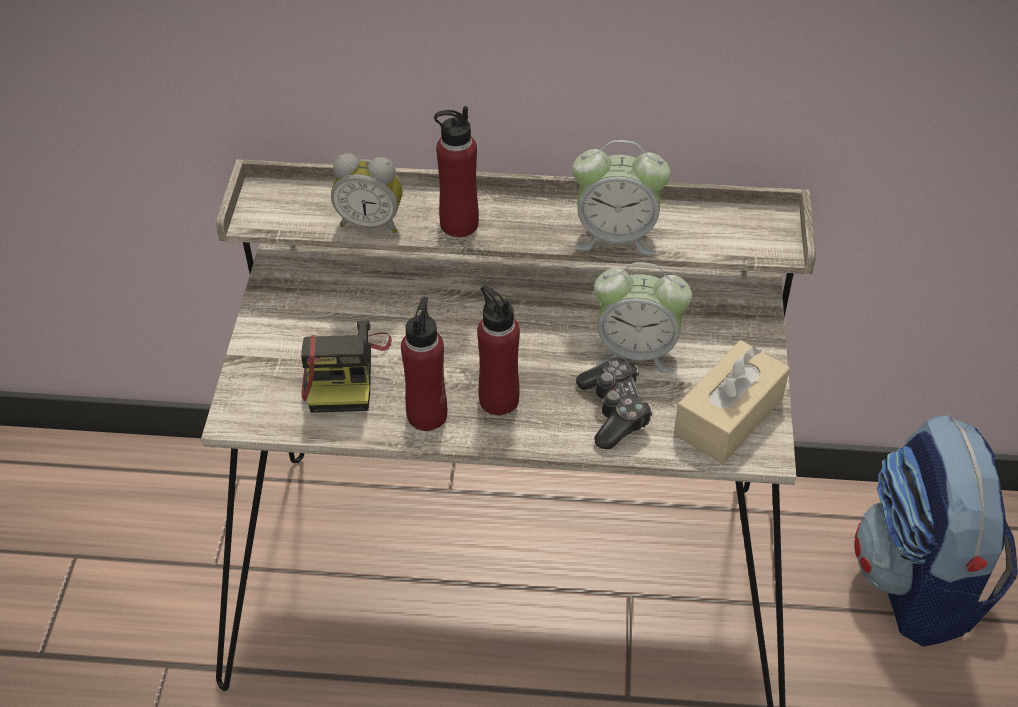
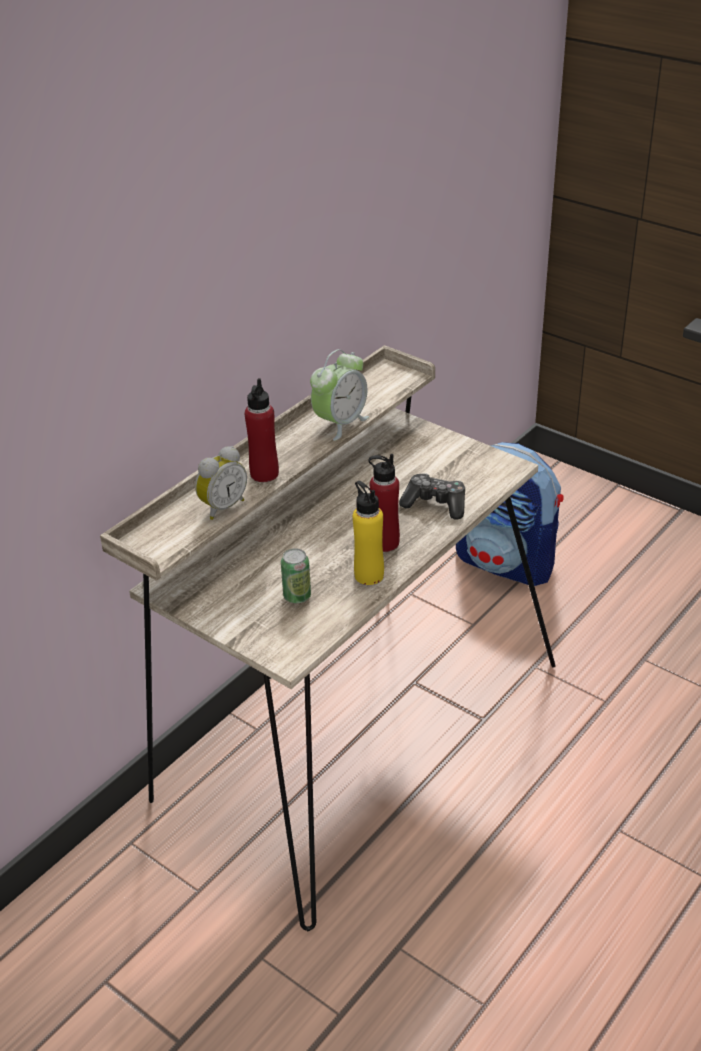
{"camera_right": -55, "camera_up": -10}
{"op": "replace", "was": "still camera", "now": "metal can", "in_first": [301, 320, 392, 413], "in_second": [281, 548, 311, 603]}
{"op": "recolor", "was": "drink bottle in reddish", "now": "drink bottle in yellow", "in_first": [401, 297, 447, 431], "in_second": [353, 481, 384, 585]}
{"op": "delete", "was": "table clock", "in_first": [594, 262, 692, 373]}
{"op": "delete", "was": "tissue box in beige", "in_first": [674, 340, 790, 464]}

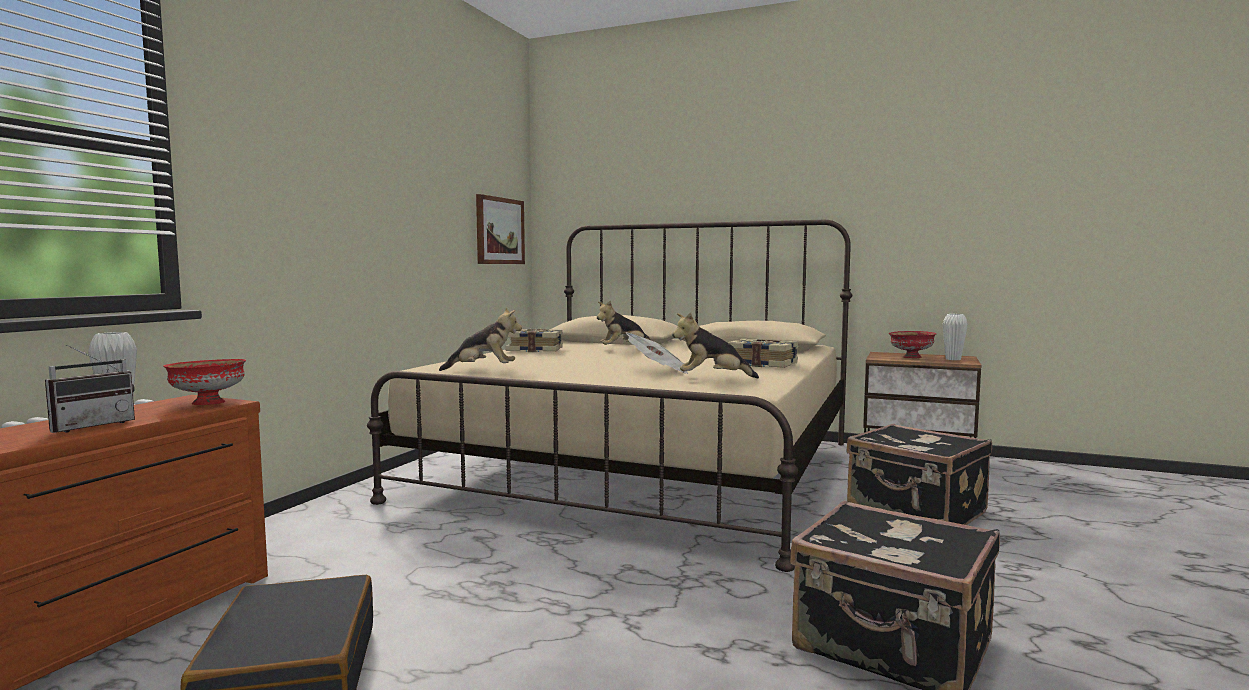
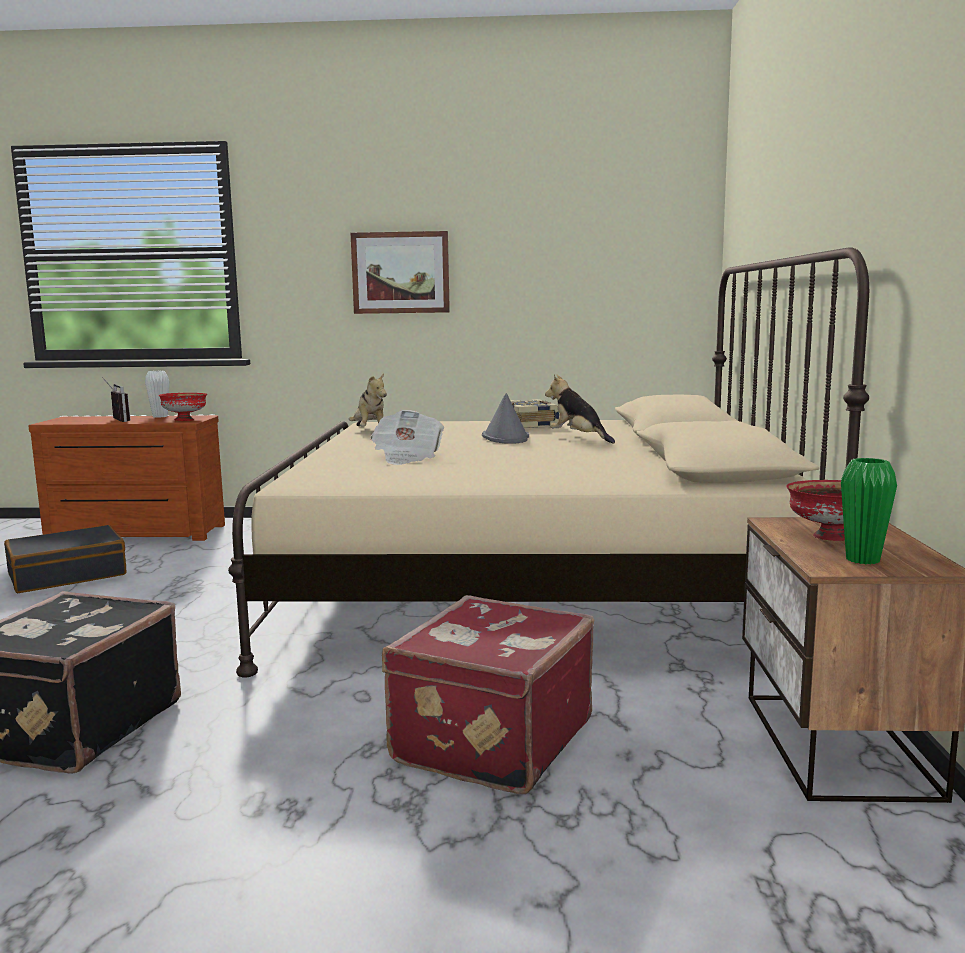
{"camera_right": 70, "camera_up": 5}
{"op": "rotate", "was": "radio set", "in_first": [45, 345, 135, 433], "in_second": [102, 377, 130, 422], "clockwise": -135}
{"op": "move", "was": "wall art", "in_first": [476, 194, 525, 264], "in_second": [351, 231, 450, 314]}
{"op": "delete", "was": "soft toy", "in_first": [672, 312, 759, 378]}
{"op": "delete", "was": "bound book", "in_first": [728, 339, 798, 368]}
{"op": "recolor", "was": "travel case in black-coloured", "now": "travel case in reddish", "in_first": [846, 423, 992, 525], "in_second": [382, 595, 594, 795]}
{"op": "recolor", "was": "vase in white-coloured", "now": "vase in greenish", "in_first": [943, 314, 968, 360], "in_second": [841, 458, 897, 564]}
{"op": "insert", "now": "clothing hat in gray", "in_second": [482, 393, 529, 444]}

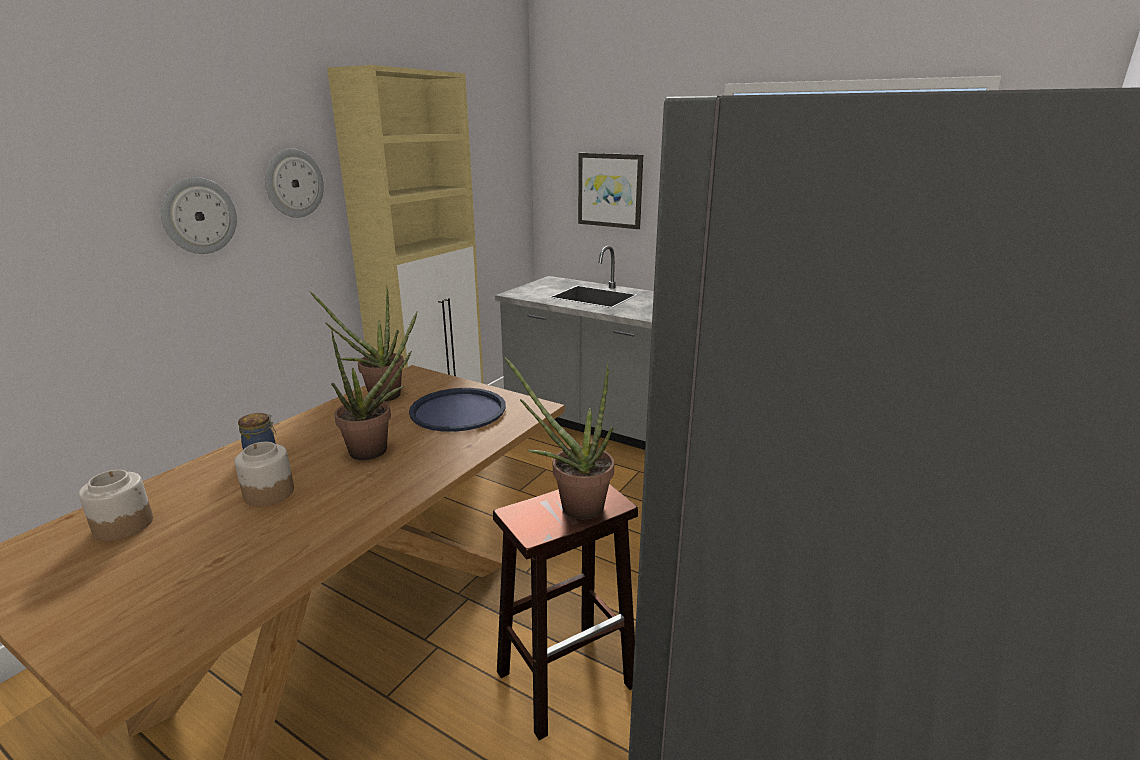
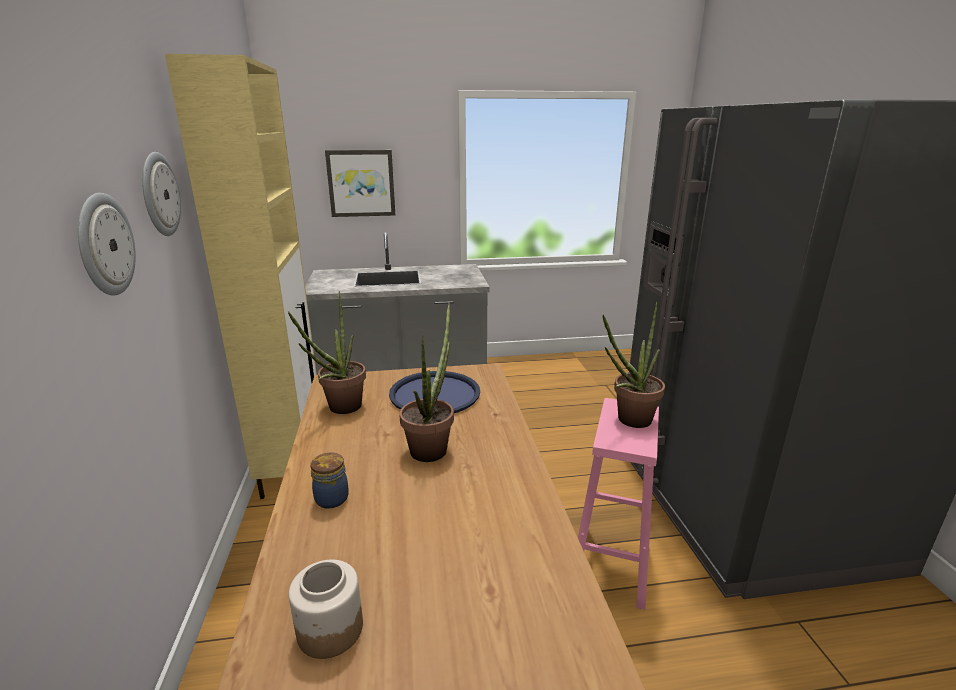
{"camera_right": -40, "camera_up": 0}
{"op": "delete", "was": "storage jar", "in_first": [234, 442, 294, 506]}
{"op": "recolor", "was": "stool in brown-coloured", "now": "stool in pinkish", "in_first": [493, 484, 638, 740], "in_second": [578, 398, 659, 610]}

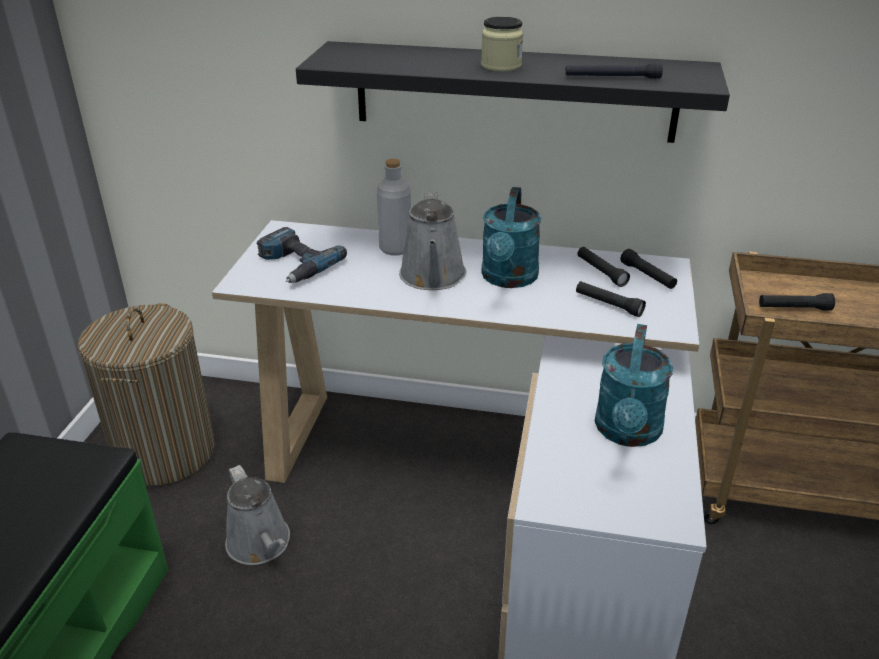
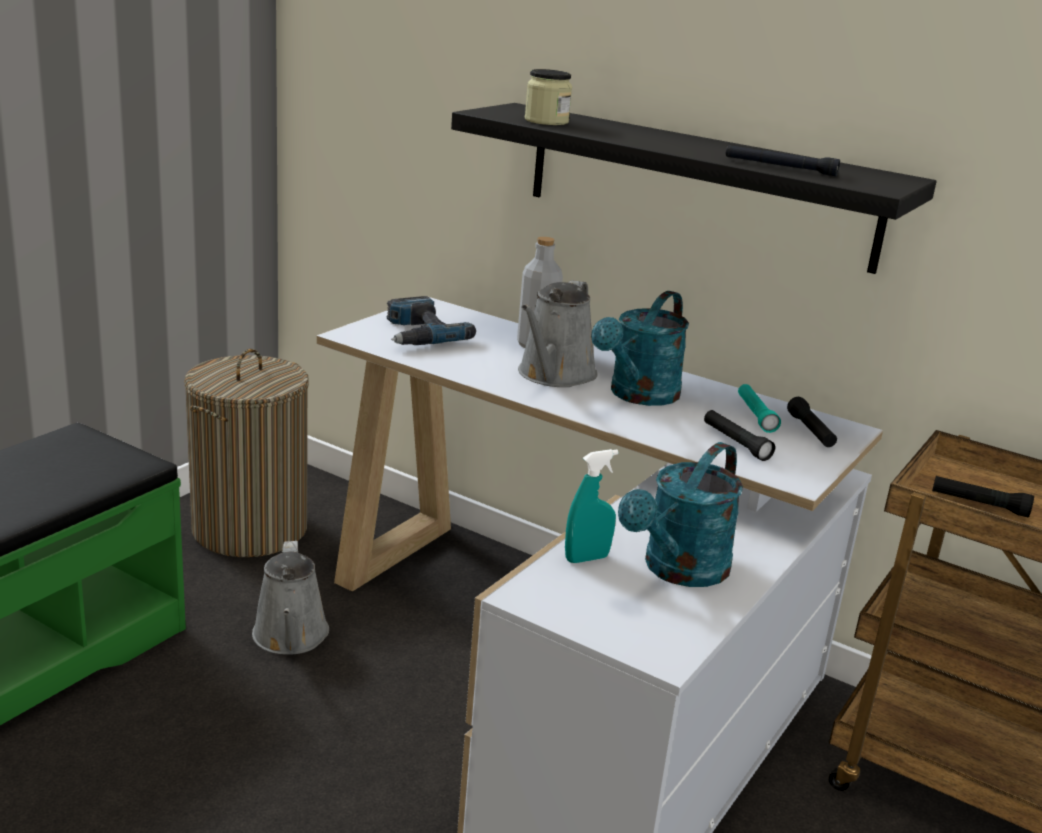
{"camera_right": 20, "camera_up": -10}
{"op": "move", "was": "storage jar", "in_first": [481, 17, 523, 71], "in_second": [525, 69, 572, 125]}
{"op": "recolor", "was": "flashlight in black-coloured", "now": "flashlight in turquoise", "in_first": [577, 247, 630, 287], "in_second": [738, 384, 781, 433]}
{"op": "insert", "now": "spray bottle in turquoise", "in_second": [565, 449, 619, 563]}

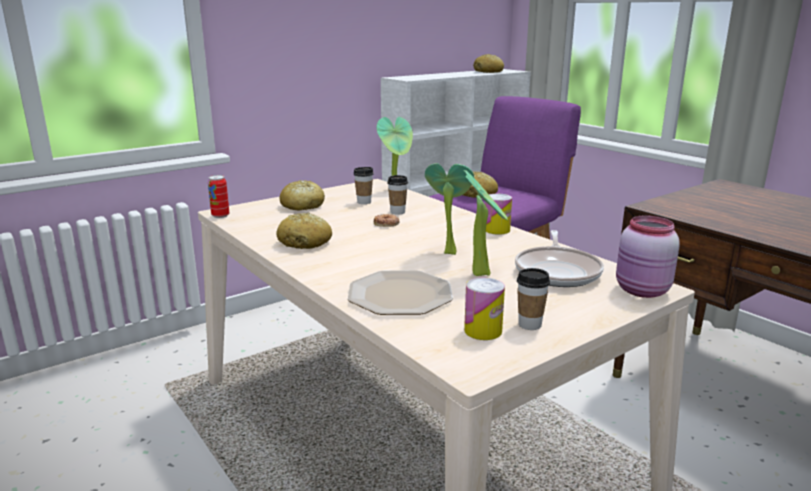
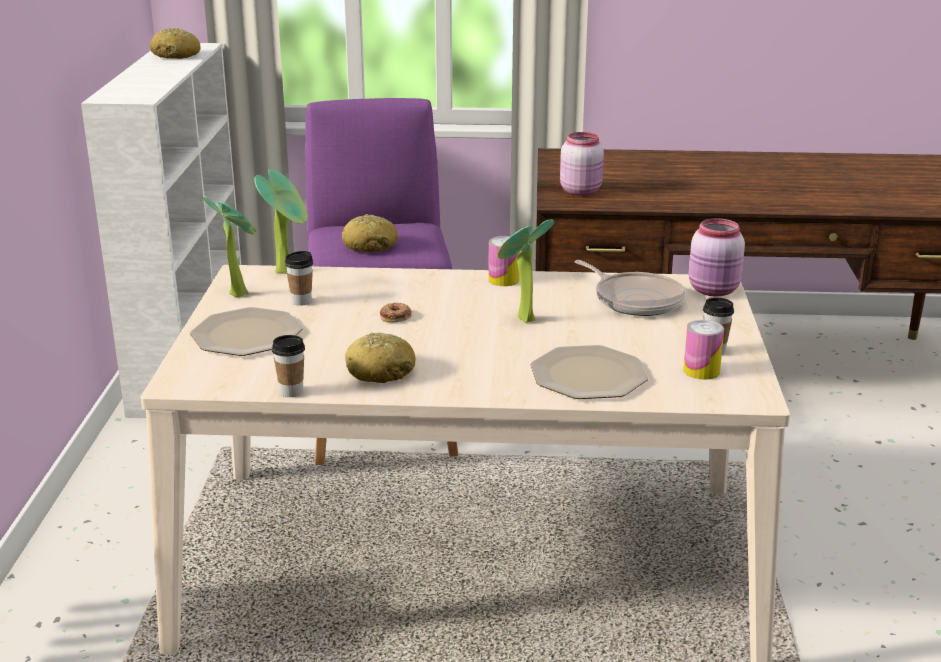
{"camera_right": -50, "camera_up": 5}
{"op": "delete", "was": "metal can", "in_first": [208, 175, 229, 218]}
{"op": "replace", "was": "baked bread", "now": "flat dish", "in_first": [280, 180, 325, 211], "in_second": [190, 307, 303, 356]}
{"op": "move", "was": "drinking cup", "in_first": [387, 175, 408, 215], "in_second": [272, 335, 305, 397]}
{"op": "move", "was": "potted plant", "in_first": [464, 170, 508, 276], "in_second": [203, 196, 257, 298]}
{"op": "insert", "now": "storage jar in pinkish", "in_second": [560, 132, 604, 196]}

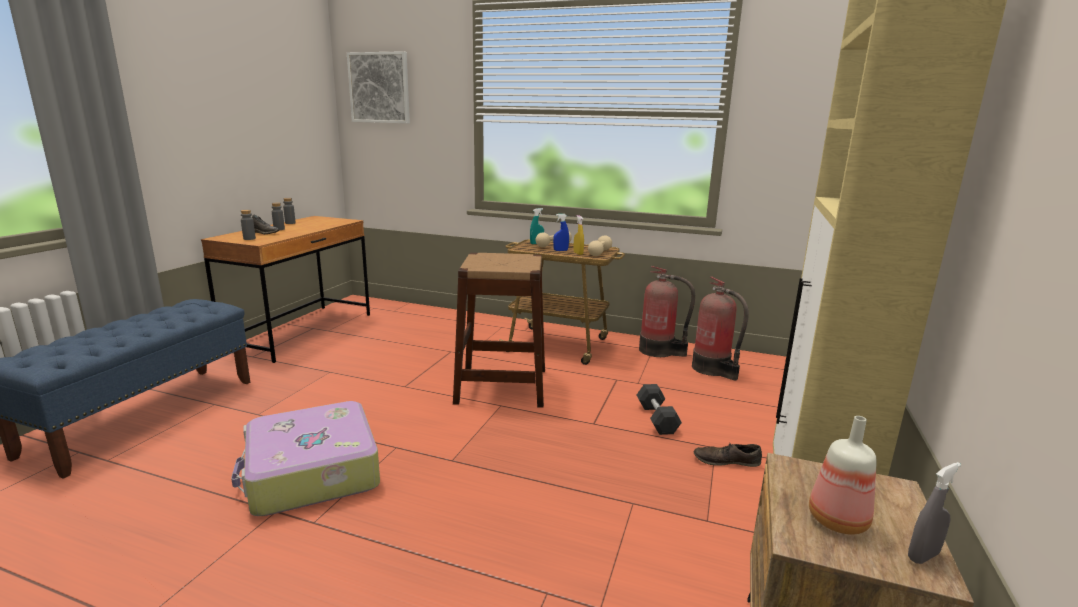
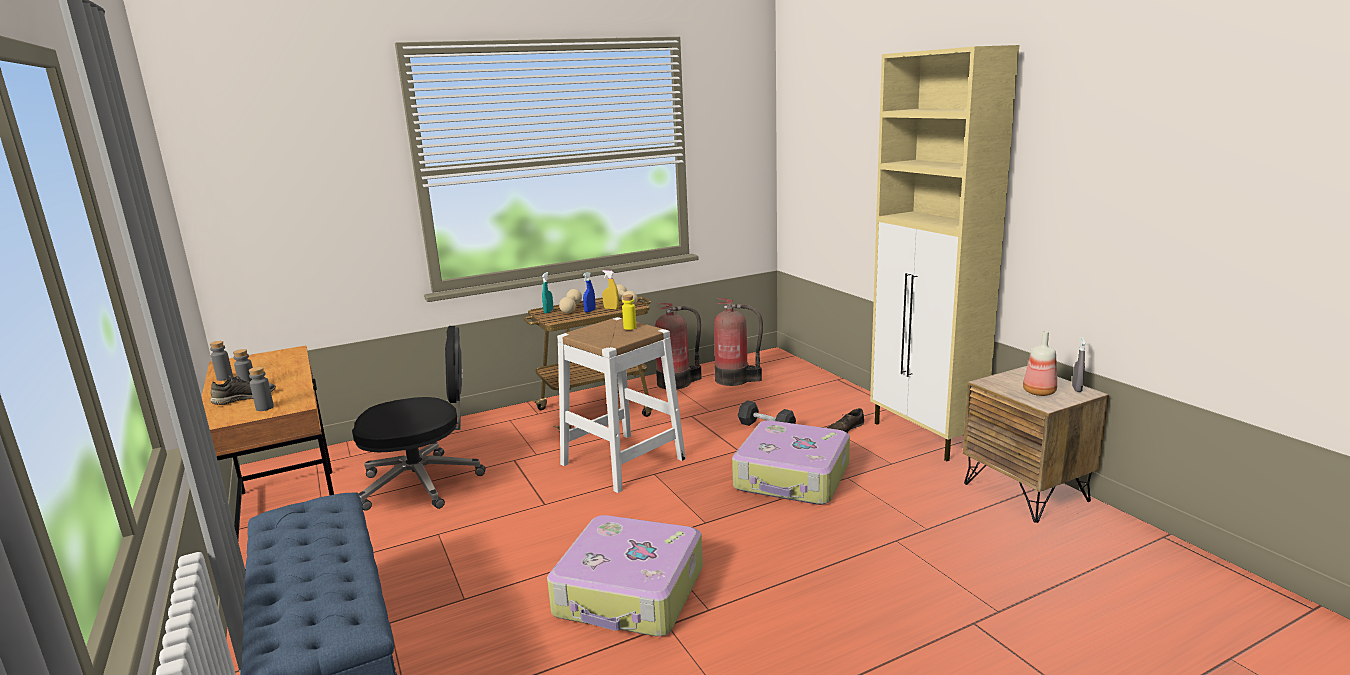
{"camera_right": -45, "camera_up": 0}
{"op": "delete", "was": "wall art", "in_first": [347, 51, 410, 124]}
{"op": "recolor", "was": "stool in brown-coloured", "now": "stool in white-coloured", "in_first": [453, 253, 545, 408], "in_second": [557, 317, 686, 493]}
{"op": "insert", "now": "office chair in black-coloured", "in_second": [352, 326, 486, 511]}
{"op": "insert", "now": "drink bottle in yellow", "in_second": [622, 295, 636, 330]}
{"op": "insert", "now": "travel case", "in_second": [732, 420, 850, 505]}

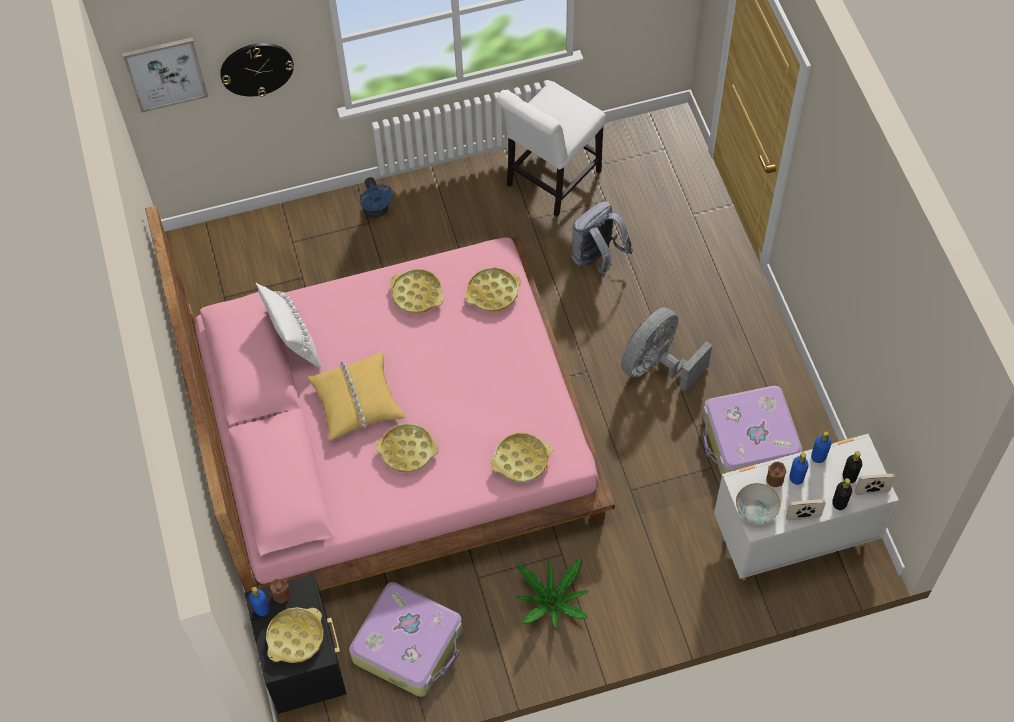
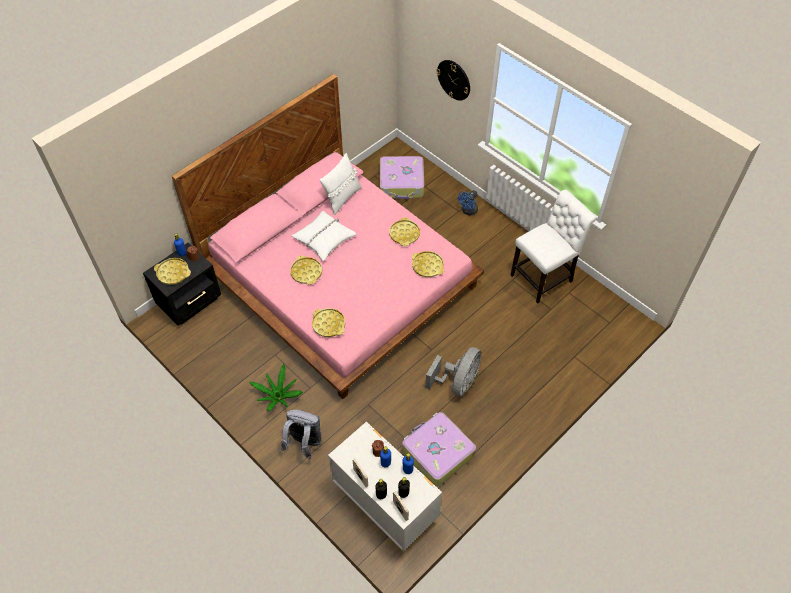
{"camera_right": 60, "camera_up": -5}
{"op": "delete", "was": "wall art", "in_first": [122, 37, 208, 113]}
{"op": "recolor", "was": "cushion in yellow", "now": "cushion in white-coloured", "in_first": [308, 352, 406, 440], "in_second": [291, 211, 356, 261]}
{"op": "move", "was": "travel case", "in_first": [349, 582, 463, 697], "in_second": [380, 156, 424, 199]}
{"op": "rotate", "was": "upright chair in white-coloured", "in_first": [496, 81, 606, 217], "in_second": [511, 190, 596, 304], "clockwise": 135}
{"op": "move", "was": "backpack in gray", "in_first": [571, 201, 633, 277], "in_second": [281, 410, 321, 459]}
{"op": "rotate", "was": "cooling fan in gray", "in_first": [621, 307, 712, 391], "in_second": [425, 347, 481, 396], "clockwise": 105}
{"op": "delete", "was": "deep dish", "in_first": [736, 483, 780, 523]}

